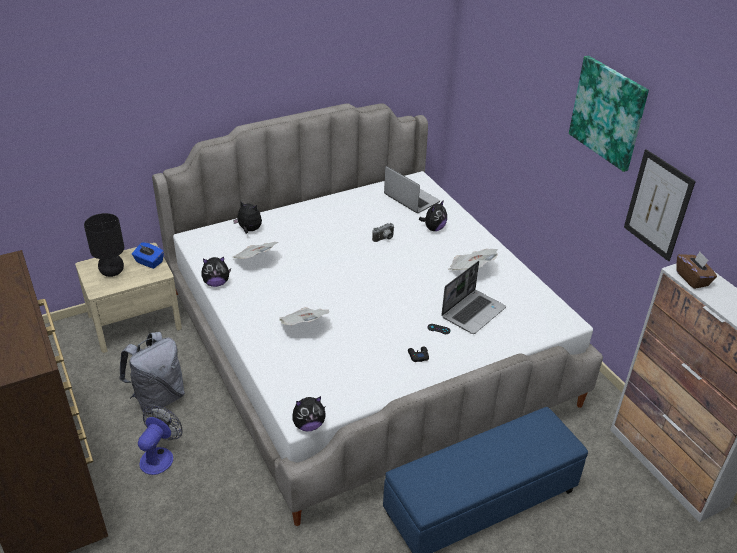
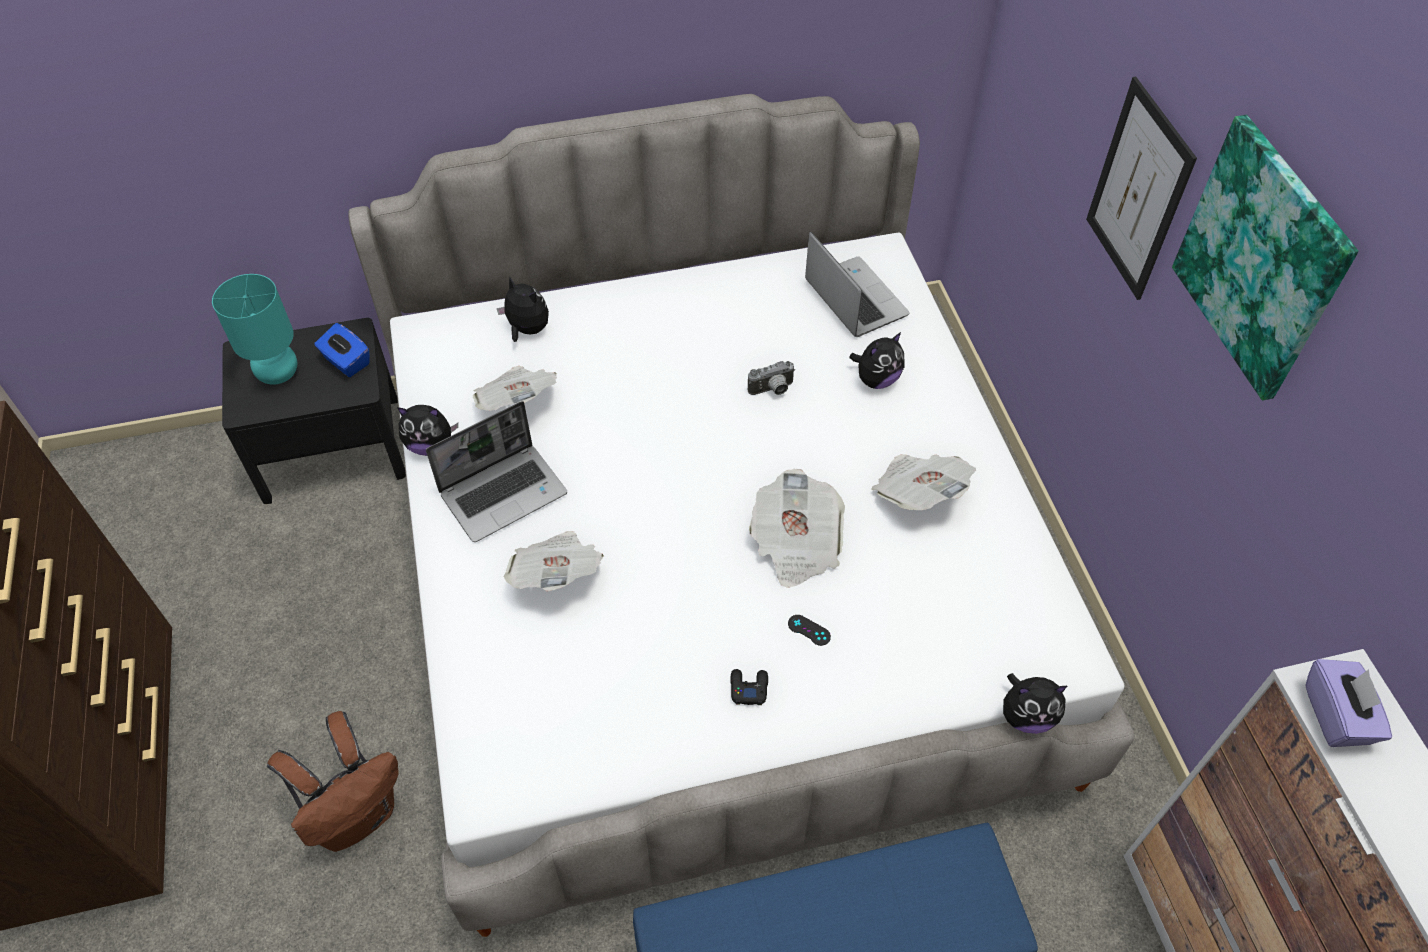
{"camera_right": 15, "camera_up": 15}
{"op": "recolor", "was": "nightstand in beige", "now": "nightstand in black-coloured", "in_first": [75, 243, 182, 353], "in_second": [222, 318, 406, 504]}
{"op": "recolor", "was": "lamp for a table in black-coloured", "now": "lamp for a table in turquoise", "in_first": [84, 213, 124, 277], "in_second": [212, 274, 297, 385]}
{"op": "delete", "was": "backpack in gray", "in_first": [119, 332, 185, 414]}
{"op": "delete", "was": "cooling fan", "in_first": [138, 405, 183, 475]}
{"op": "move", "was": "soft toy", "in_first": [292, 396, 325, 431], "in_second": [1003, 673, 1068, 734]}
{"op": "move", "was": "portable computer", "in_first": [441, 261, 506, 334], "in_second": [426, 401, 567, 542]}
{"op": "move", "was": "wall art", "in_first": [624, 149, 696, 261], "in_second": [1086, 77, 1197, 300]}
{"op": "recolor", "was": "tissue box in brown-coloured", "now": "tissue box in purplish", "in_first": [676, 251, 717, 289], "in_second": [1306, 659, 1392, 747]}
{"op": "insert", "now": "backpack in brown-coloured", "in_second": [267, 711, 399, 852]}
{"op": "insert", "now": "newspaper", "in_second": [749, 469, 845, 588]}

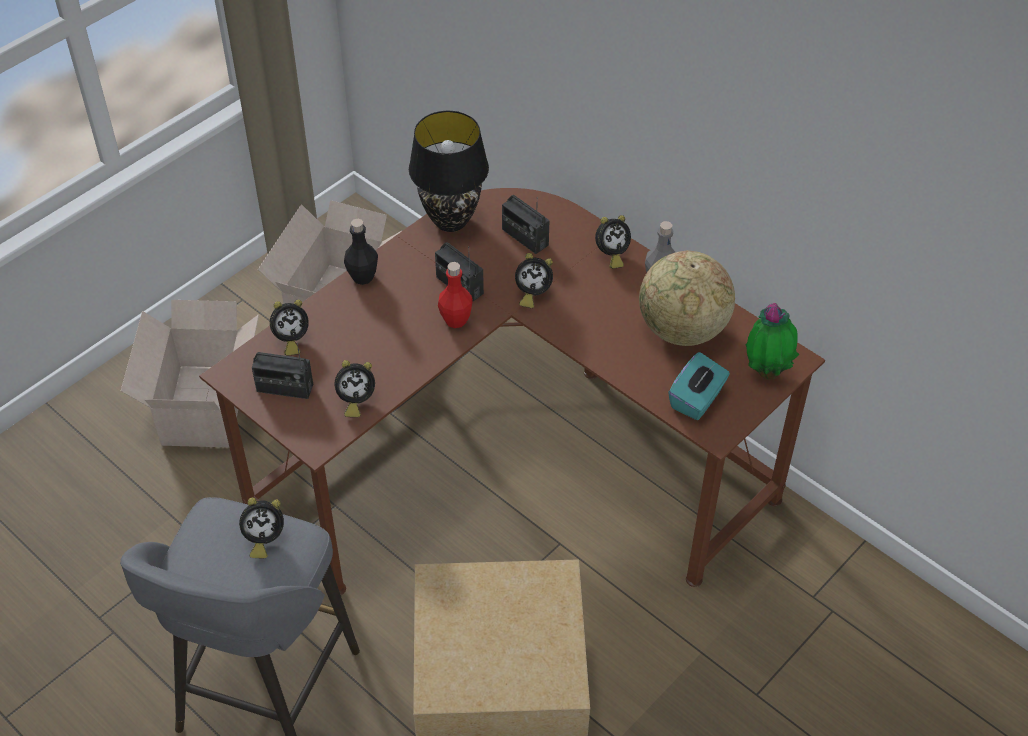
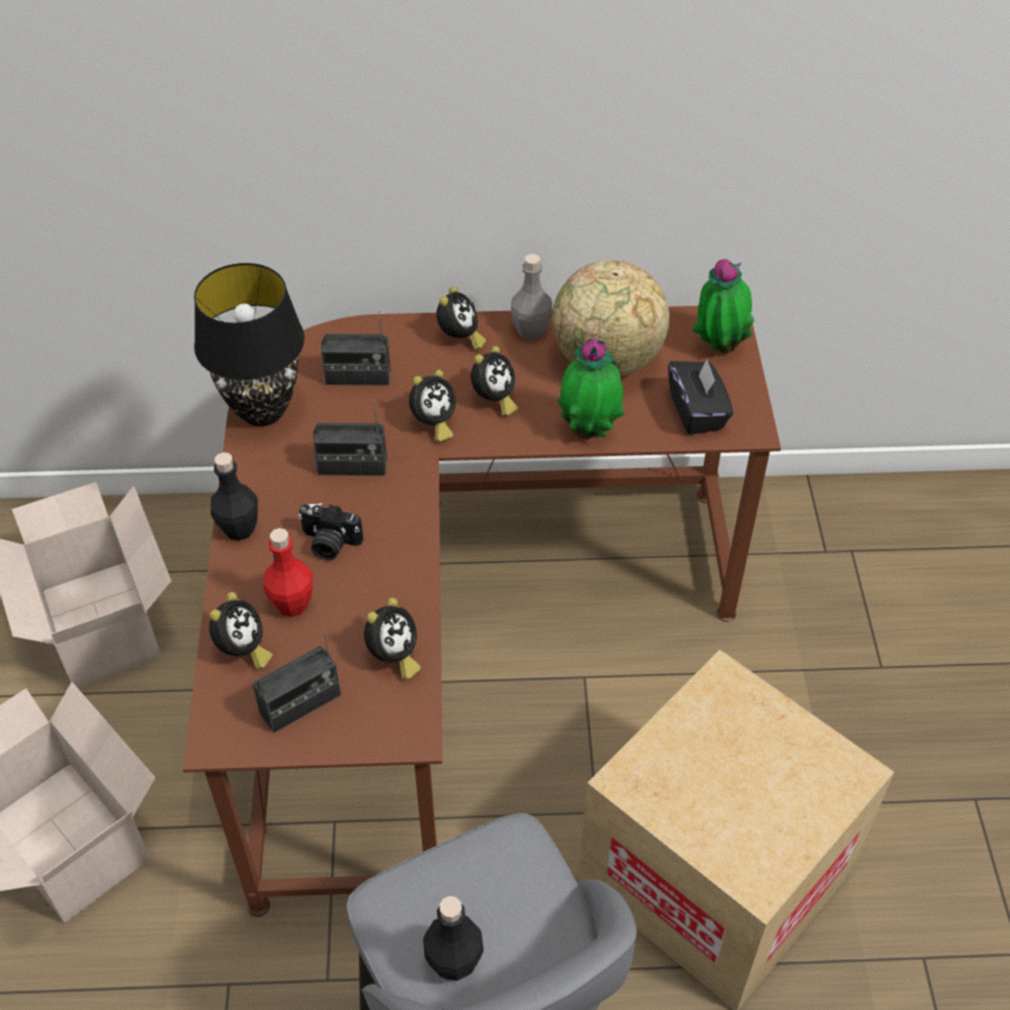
{"camera_right": -45, "camera_up": 0}
{"op": "move", "was": "table clock", "in_first": [239, 498, 284, 559], "in_second": [471, 346, 518, 416]}
{"op": "move", "was": "drink bottle in reddish", "in_first": [438, 262, 473, 328], "in_second": [263, 528, 313, 617]}
{"op": "recolor", "was": "tissue box in turquoise", "now": "tissue box in black-coloured", "in_first": [668, 352, 730, 420], "in_second": [668, 358, 733, 435]}
{"op": "insert", "now": "still camera", "in_second": [298, 503, 363, 560]}
{"op": "insert", "now": "drink bottle in black-coloured", "in_second": [423, 896, 484, 981]}
{"op": "insert", "now": "potted plant", "in_second": [557, 339, 625, 439]}

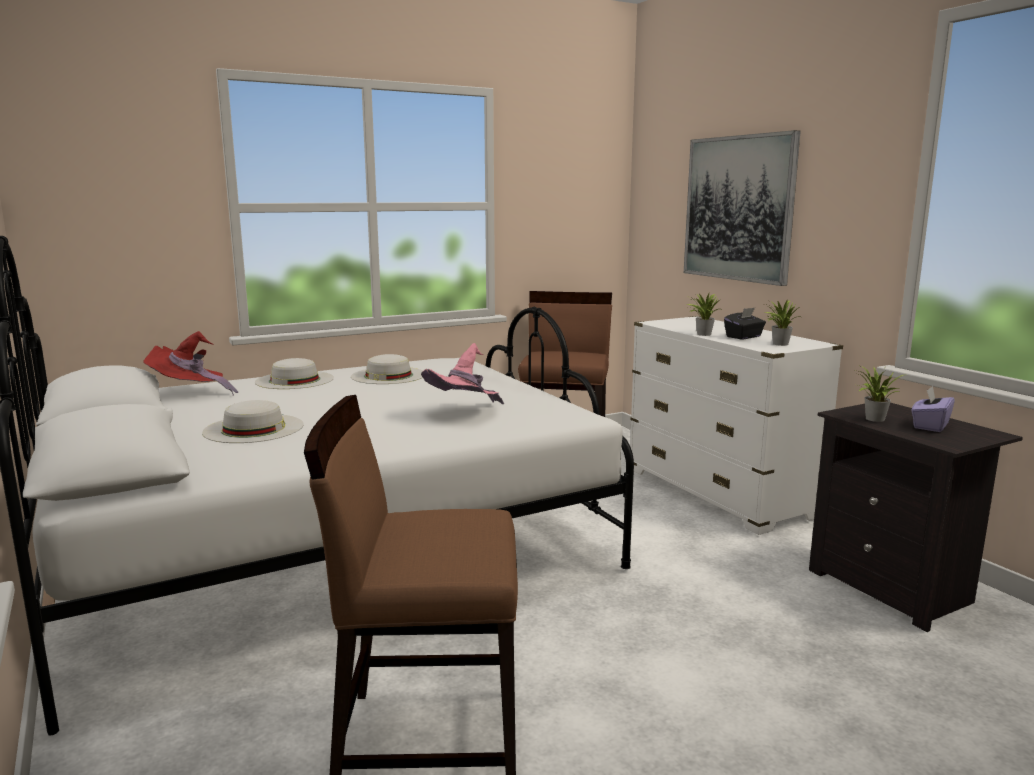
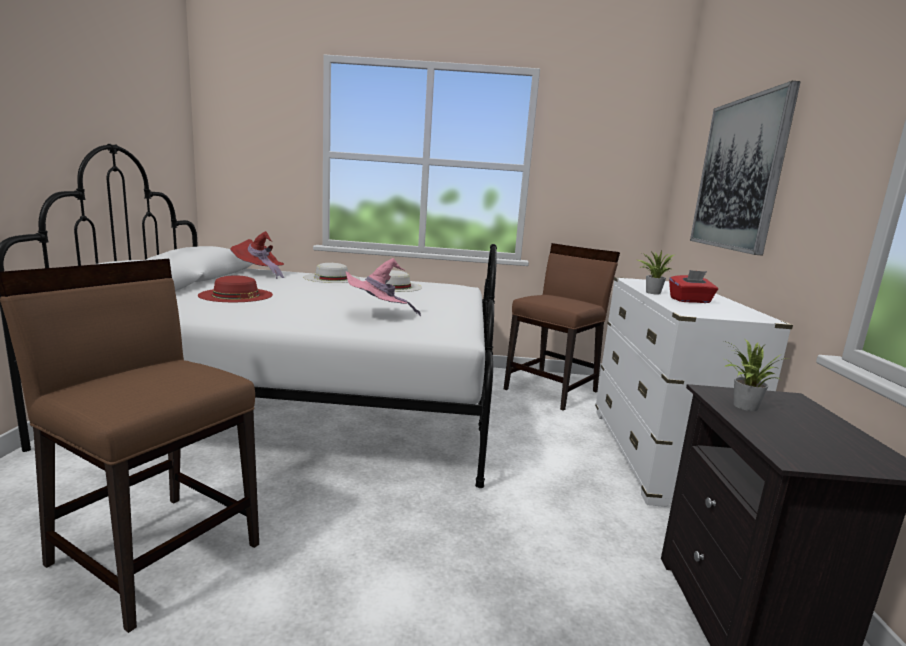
{"camera_right": 30, "camera_up": 0}
{"op": "recolor", "was": "clothing hat in white-coloured", "now": "clothing hat in reddish", "in_first": [202, 400, 304, 443], "in_second": [198, 275, 273, 302]}
{"op": "recolor", "was": "tissue box in black-coloured", "now": "tissue box in reddish", "in_first": [724, 308, 766, 340], "in_second": [669, 270, 718, 303]}
{"op": "delete", "was": "potted plant", "in_first": [764, 299, 801, 346]}
{"op": "delete", "was": "tissue box in purplish", "in_first": [911, 386, 955, 432]}

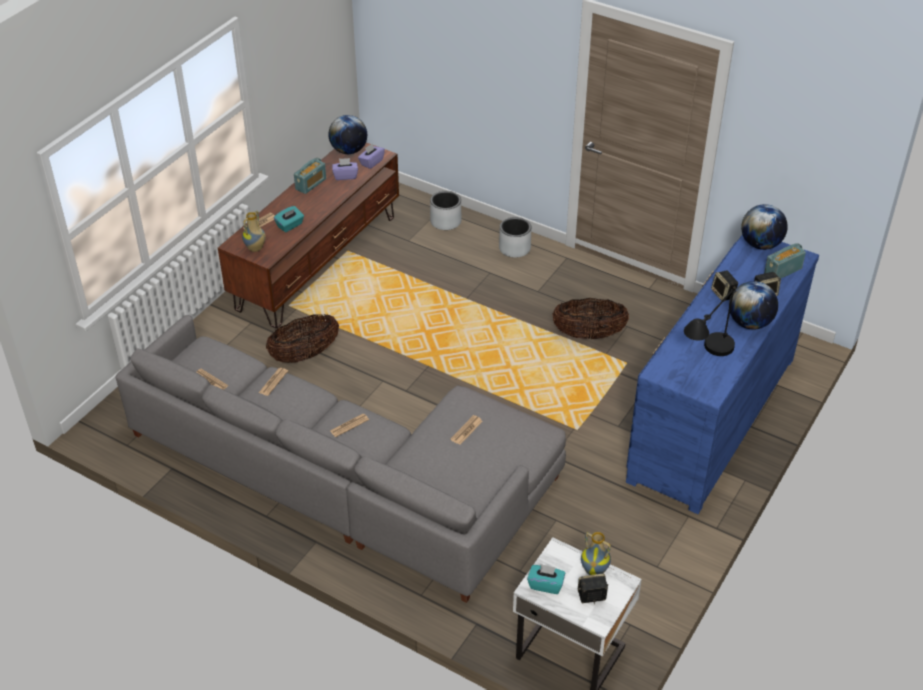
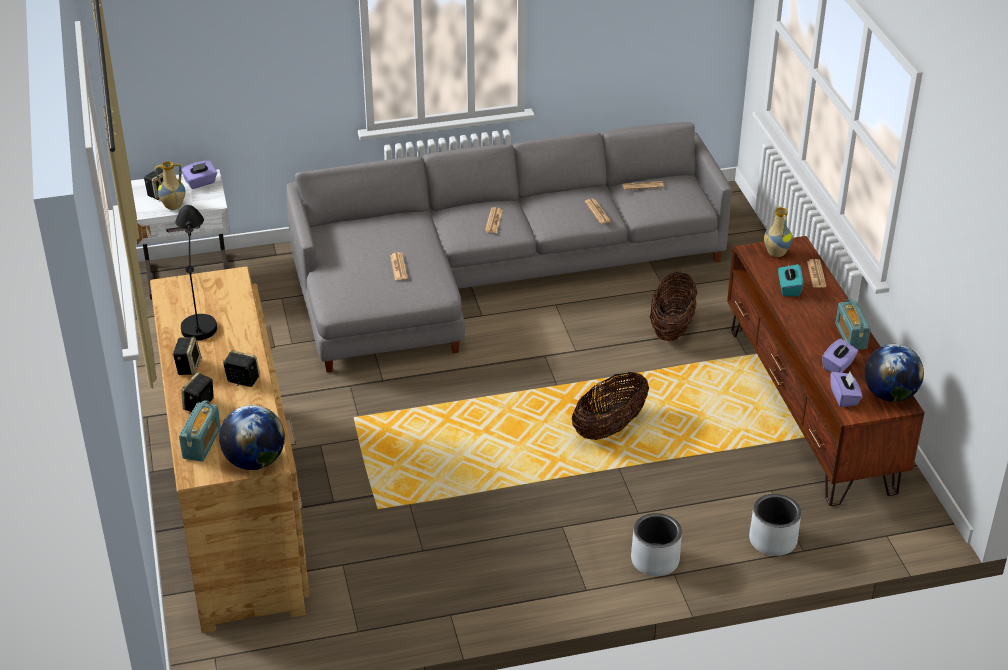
{"camera_right": 135, "camera_up": -5}
{"op": "recolor", "was": "tissue box in turquoise", "now": "tissue box in purplish", "in_first": [527, 564, 565, 594], "in_second": [182, 161, 217, 189]}
{"op": "move", "was": "storage basket", "in_first": [552, 298, 629, 339], "in_second": [572, 372, 649, 440]}
{"op": "recolor", "was": "dresser in blue-coloured", "now": "dresser in brown-coloured", "in_first": [626, 235, 819, 514], "in_second": [150, 266, 310, 633]}
{"op": "replace", "was": "desk globe", "now": "loudspeaker", "in_first": [729, 281, 778, 329], "in_second": [173, 337, 201, 375]}

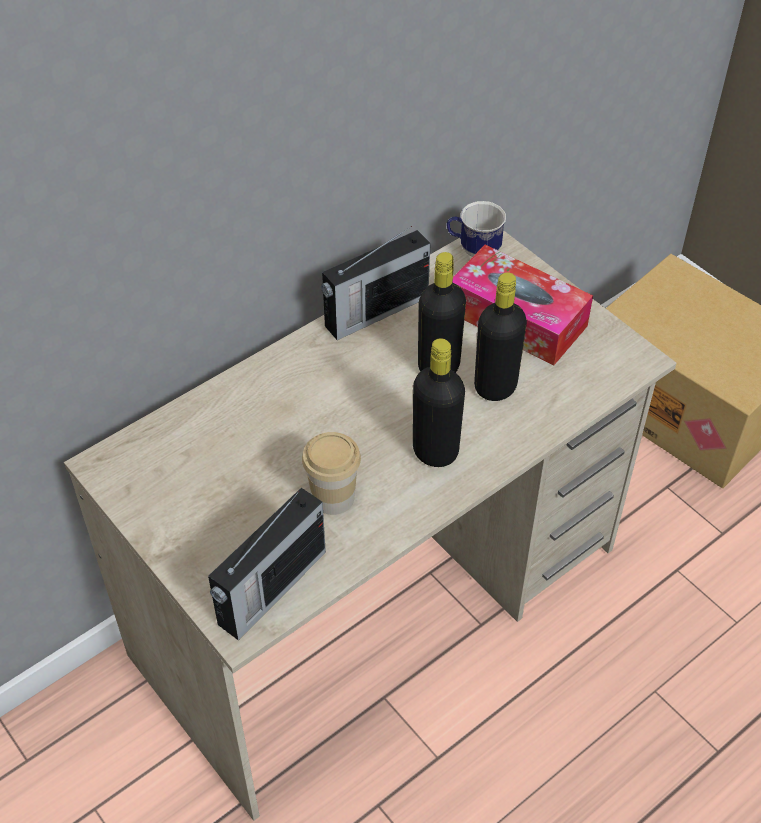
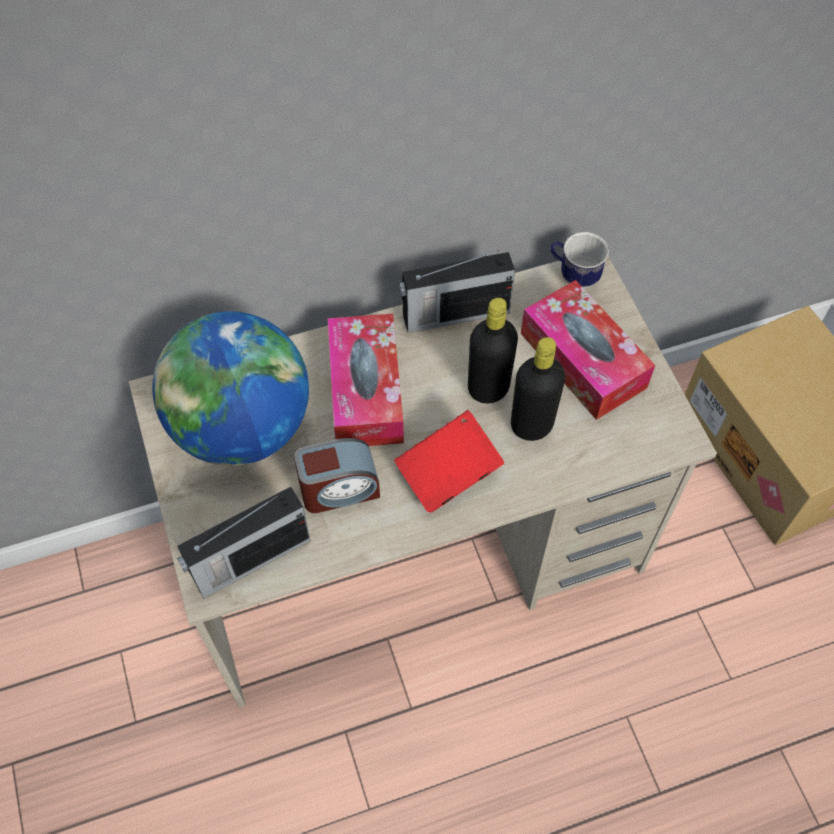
{"camera_right": 20, "camera_up": 10}
{"op": "replace", "was": "drinking cup", "now": "table clock", "in_first": [302, 432, 361, 515], "in_second": [294, 438, 380, 513]}
{"op": "replace", "was": "drink bottle in black-coloured", "now": "bound book in reddish", "in_first": [413, 338, 465, 467], "in_second": [394, 410, 504, 512]}
{"op": "insert", "now": "desk globe", "in_second": [152, 311, 309, 466]}
{"op": "insert", "now": "tissue box", "in_second": [328, 314, 404, 446]}

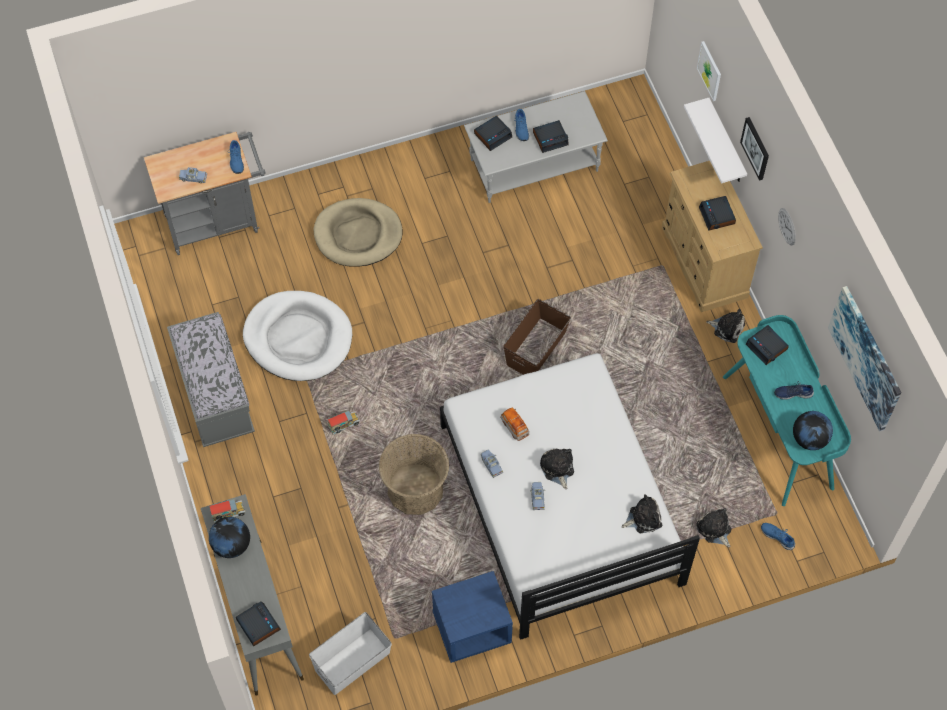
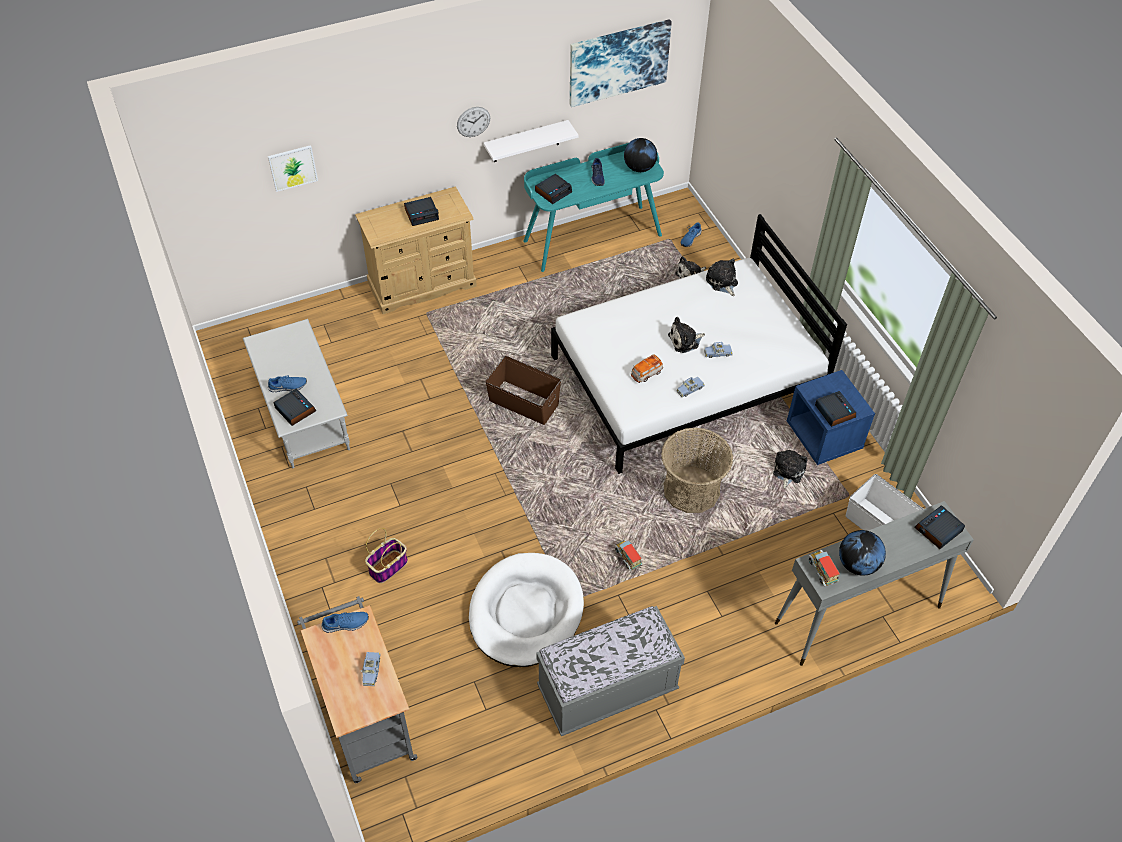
{"camera_right": -95, "camera_up": -10}
{"op": "replace", "was": "dog cushion in beige", "now": "storage basket", "in_first": [313, 198, 402, 267], "in_second": [365, 528, 408, 583]}
{"op": "move", "was": "table clock", "in_first": [533, 120, 568, 153], "in_second": [815, 391, 856, 427]}
{"op": "move", "was": "wall shelf in white-coloured", "in_first": [684, 98, 747, 184], "in_second": [484, 120, 579, 162]}
{"op": "move", "was": "soft toy", "in_first": [706, 309, 745, 343], "in_second": [773, 450, 807, 489]}
{"op": "delete", "was": "wall art", "in_first": [740, 117, 769, 181]}

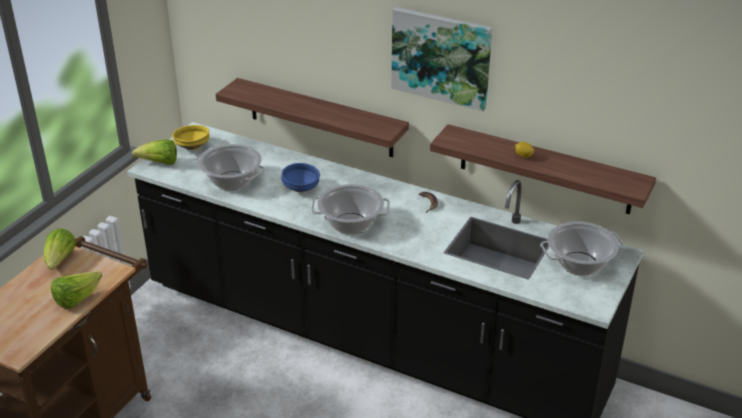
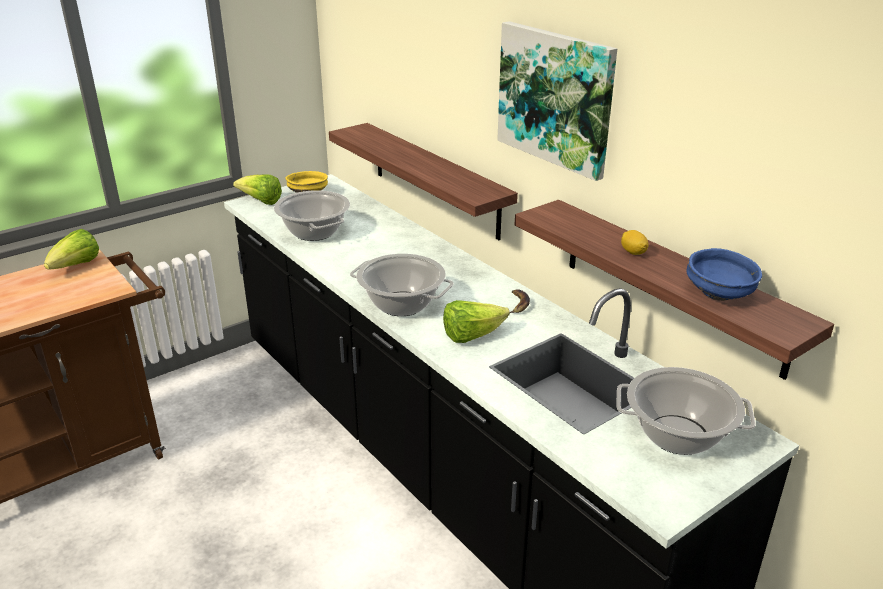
{"camera_right": 25, "camera_up": -5}
{"op": "move", "was": "lettuce head", "in_first": [51, 271, 102, 309], "in_second": [443, 300, 510, 343]}
{"op": "move", "was": "deep dish in blue-coloured", "in_first": [281, 163, 320, 192], "in_second": [687, 248, 762, 301]}

